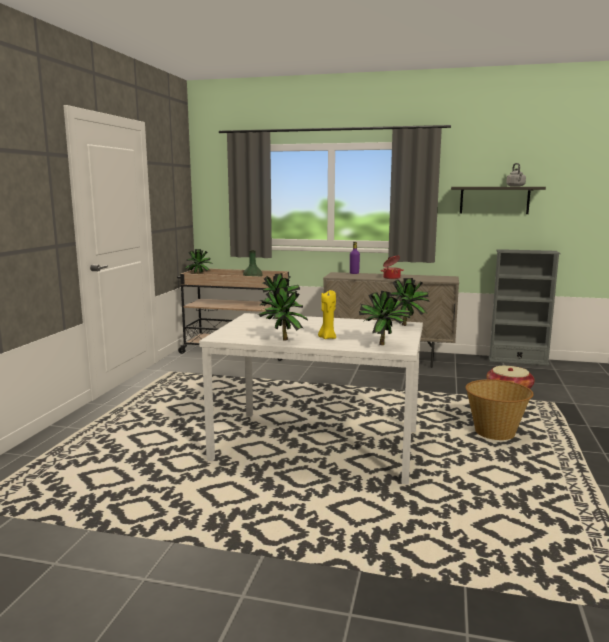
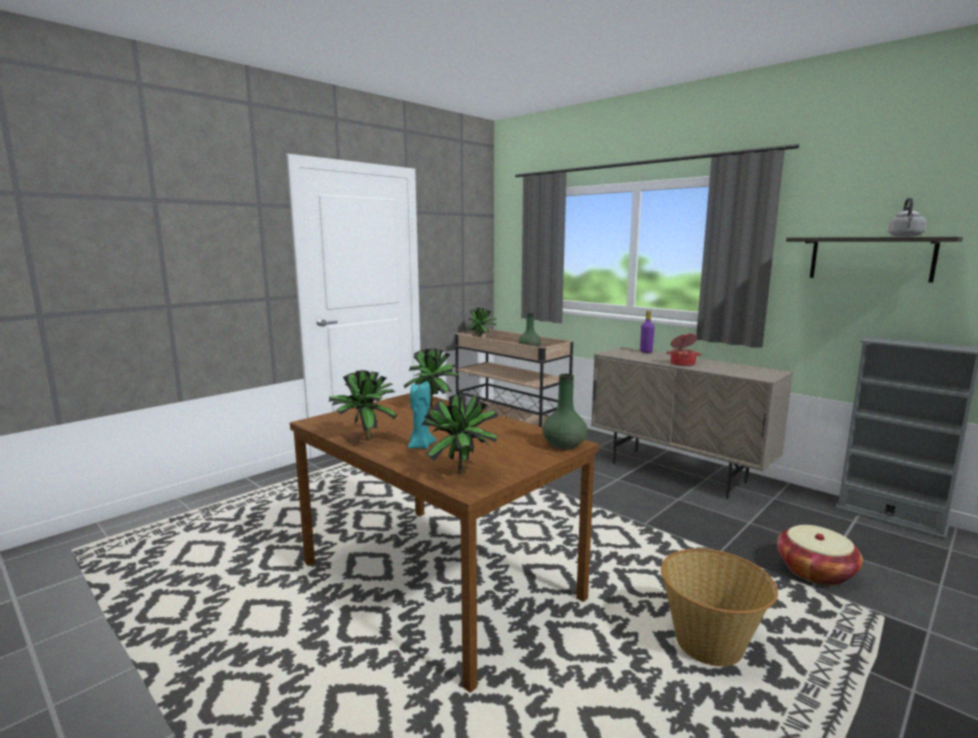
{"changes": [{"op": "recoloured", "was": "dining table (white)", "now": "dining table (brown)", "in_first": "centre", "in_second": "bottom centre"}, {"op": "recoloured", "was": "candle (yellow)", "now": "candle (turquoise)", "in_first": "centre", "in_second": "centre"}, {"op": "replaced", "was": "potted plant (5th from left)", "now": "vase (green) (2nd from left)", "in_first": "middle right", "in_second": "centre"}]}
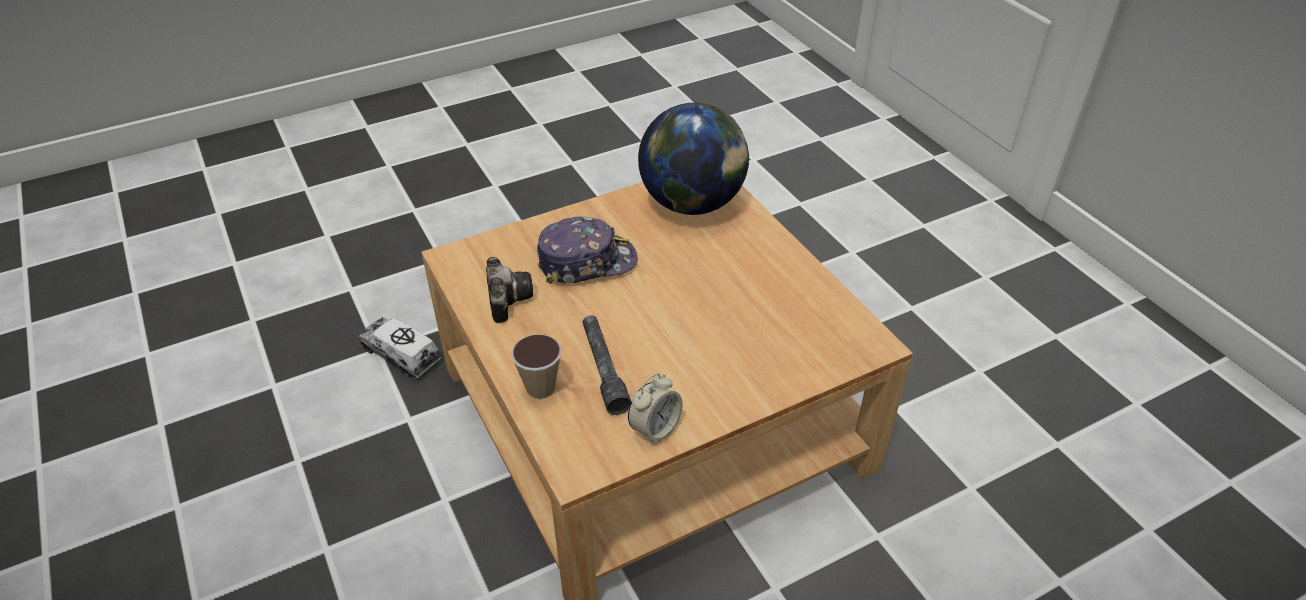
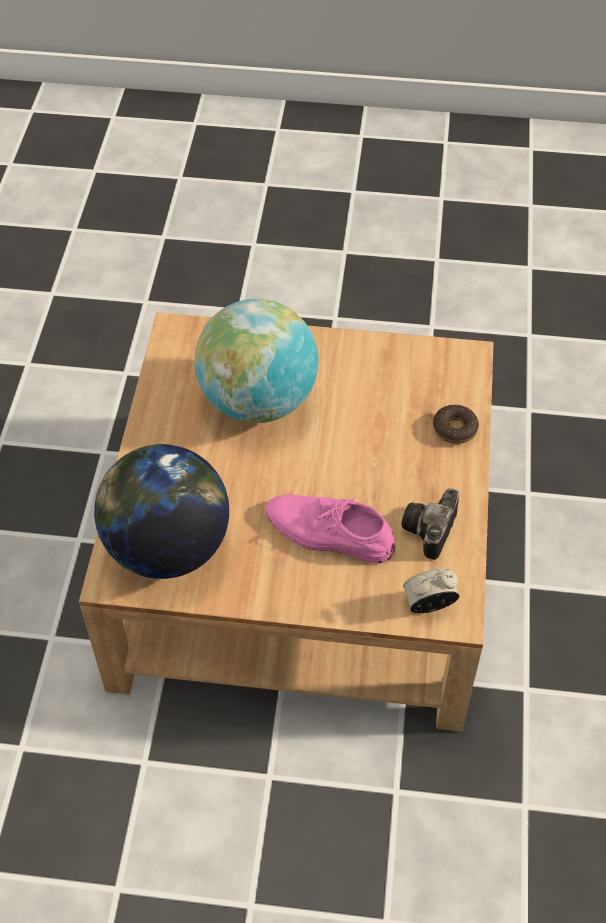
{"changes": [{"op": "removed", "was": "toy truck", "in_first": "middle left"}, {"op": "replaced", "was": "cup", "now": "donut", "in_first": "centre", "in_second": "middle right"}, {"op": "replaced", "was": "cap", "now": "shoe (pink)", "in_first": "centre", "in_second": "centre"}, {"op": "removed", "was": "flashlight (grey)", "in_first": "centre"}, {"op": "moved", "was": "alarm clock", "in_first": "bottom centre", "in_second": "middle right"}, {"op": "added", "now": "globe (2nd from left)", "in_second": "centre"}]}
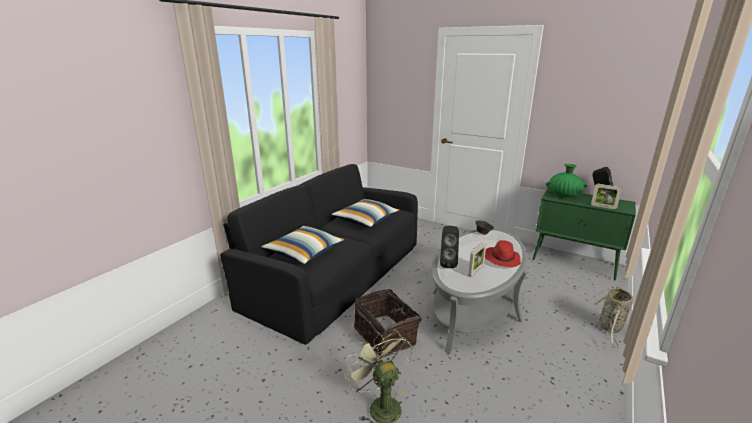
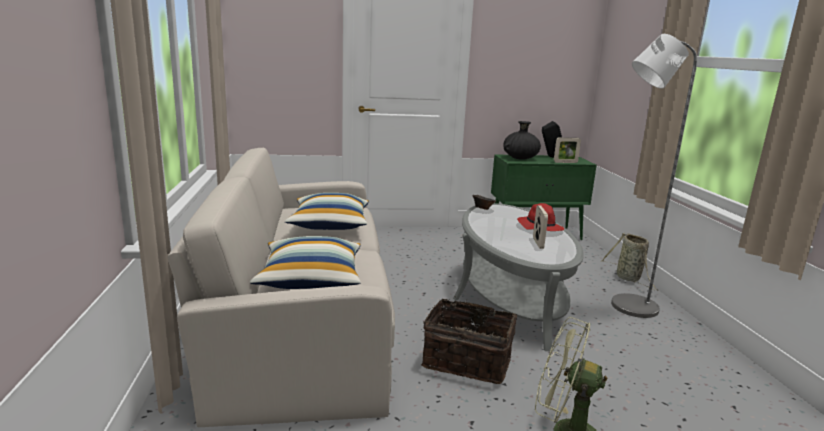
{"changes": [{"op": "recoloured", "was": "sofa (black)", "now": "sofa (beige)", "in_first": "centre", "in_second": "centre"}, {"op": "removed", "was": "speaker (black) (1st from left)", "in_first": "centre"}, {"op": "recoloured", "was": "vase (green)", "now": "vase (black)", "in_first": "middle right", "in_second": "top centre"}, {"op": "added", "now": "floor lamp (grey)", "in_second": "middle right"}]}
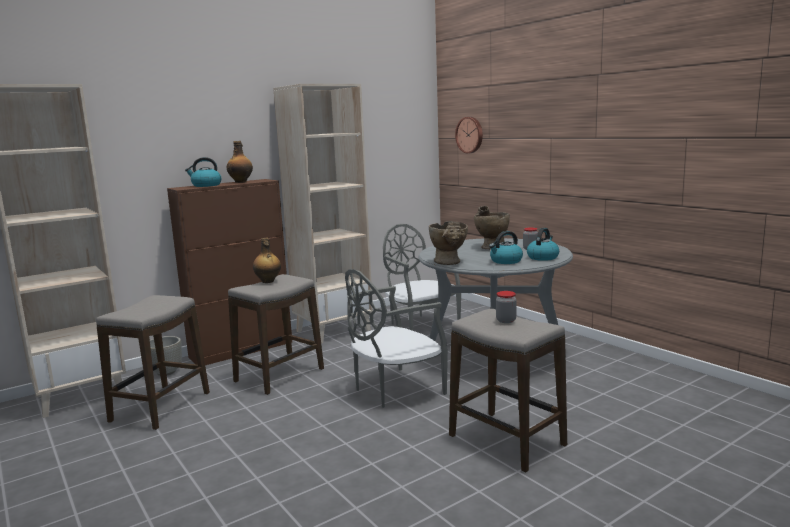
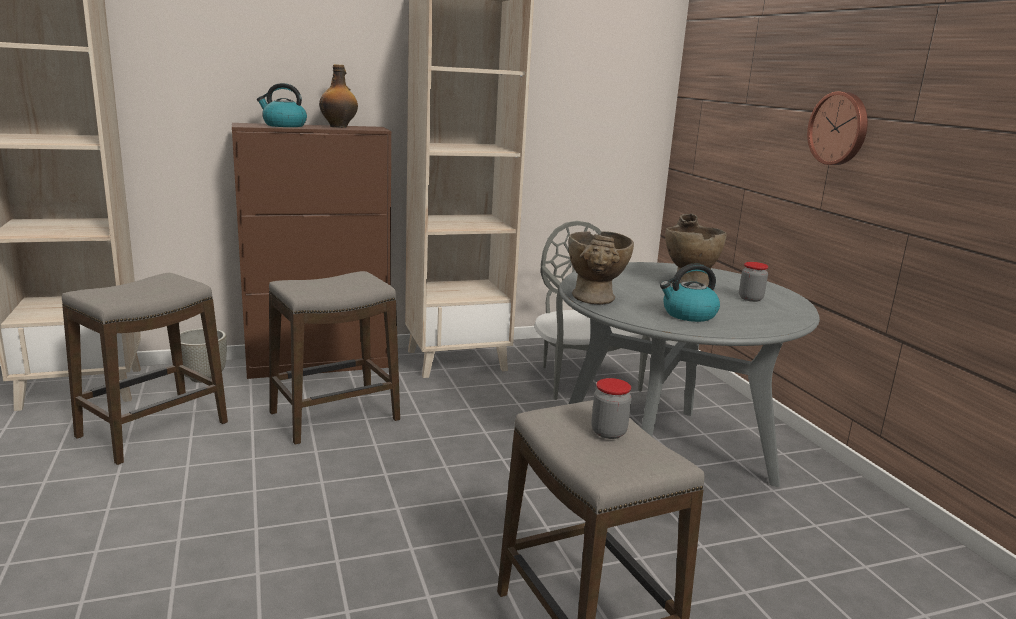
{"changes": [{"op": "removed", "was": "bottle (2nd from left)", "in_first": "centre"}, {"op": "removed", "was": "chair (grey) (1st from left)", "in_first": "centre"}, {"op": "moved", "was": "wall clock", "in_first": "top centre", "in_second": "top right"}, {"op": "removed", "was": "kettle (3rd from left)", "in_first": "middle right"}]}
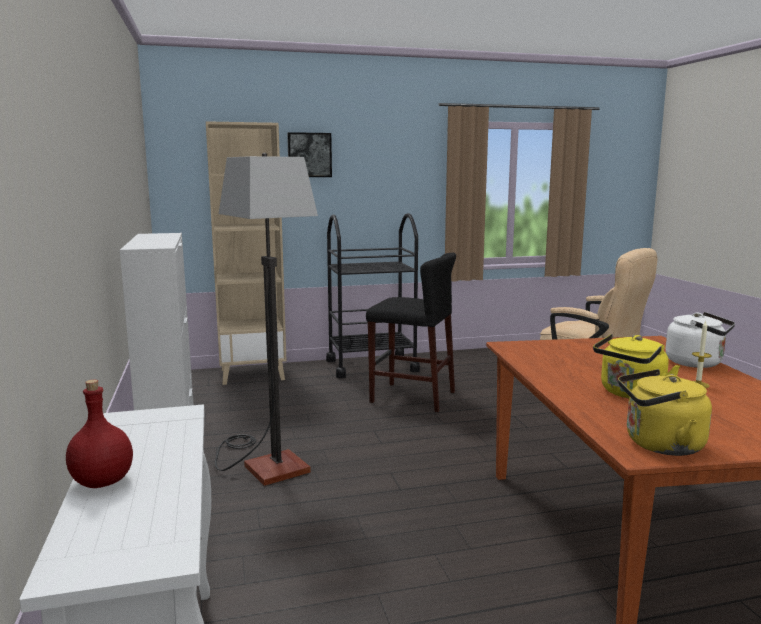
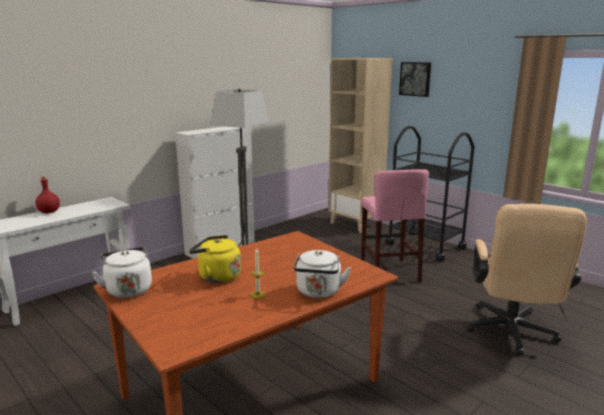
{"changes": [{"op": "recoloured", "was": "stool (black)", "now": "stool (pink)", "in_first": "centre", "in_second": "centre"}, {"op": "recoloured", "was": "kettle (yellow) (2nd from left)", "now": "kettle (white) (1st from left)", "in_first": "middle right", "in_second": "middle left"}]}
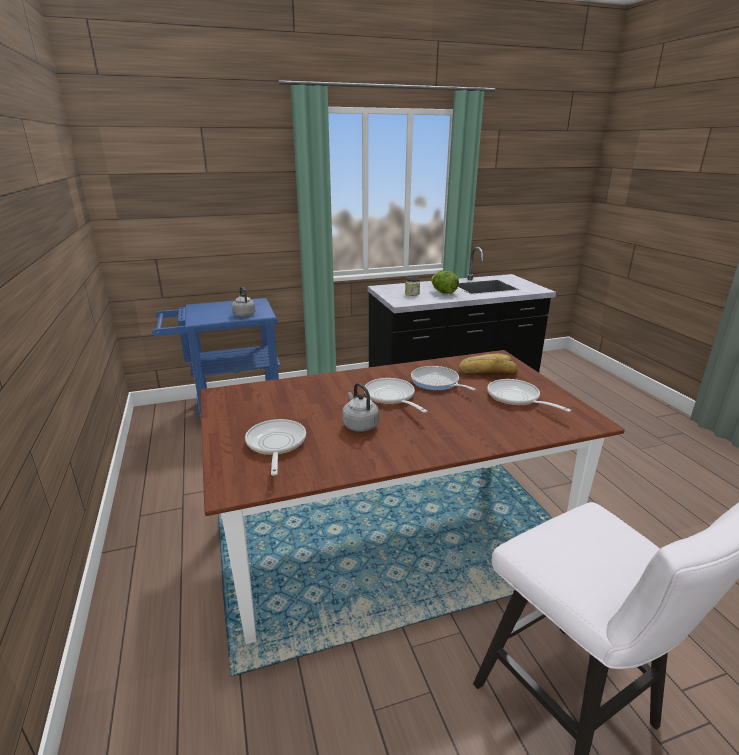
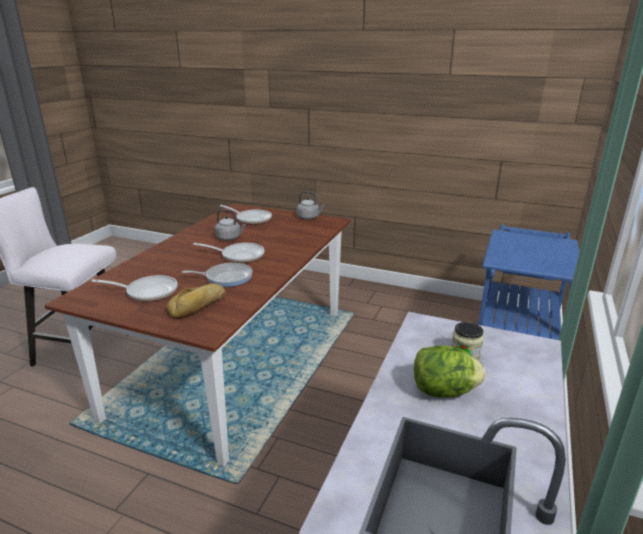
{"changes": [{"op": "moved", "was": "kettle (grey) (1st from left in the first image)", "now": "kettle (grey) (2nd from left)", "in_first": "middle left", "in_second": "centre"}]}
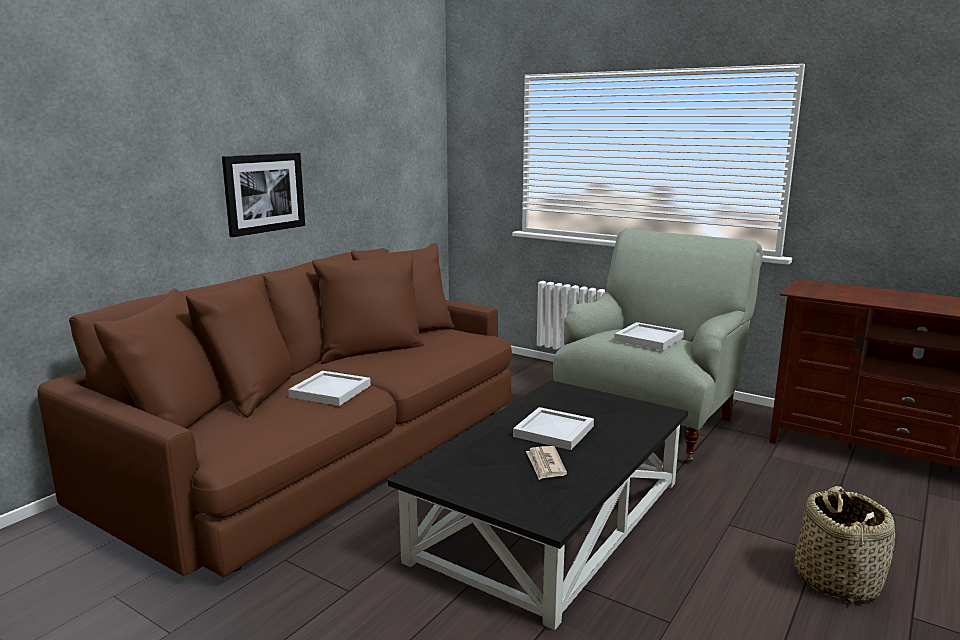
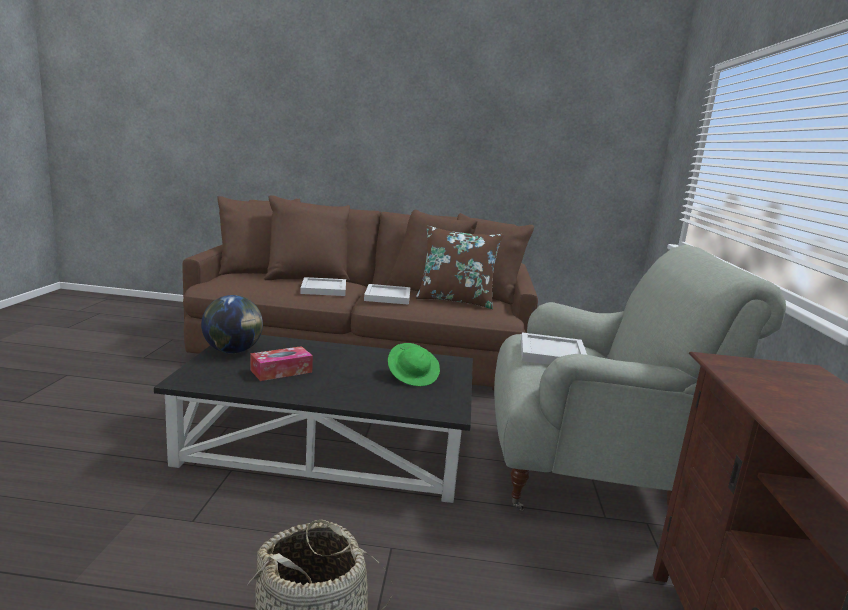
{"changes": [{"op": "removed", "was": "picture", "in_first": "top left"}, {"op": "moved", "was": "tray (white) (2nd from left)", "in_first": "bottom centre", "in_second": "centre"}, {"op": "replaced", "was": "newspaper", "now": "tissue box", "in_first": "bottom centre", "in_second": "middle left"}, {"op": "added", "now": "globe", "in_second": "middle left"}, {"op": "added", "now": "hat (green)", "in_second": "centre"}, {"op": "added", "now": "pillow (brown)", "in_second": "centre"}]}
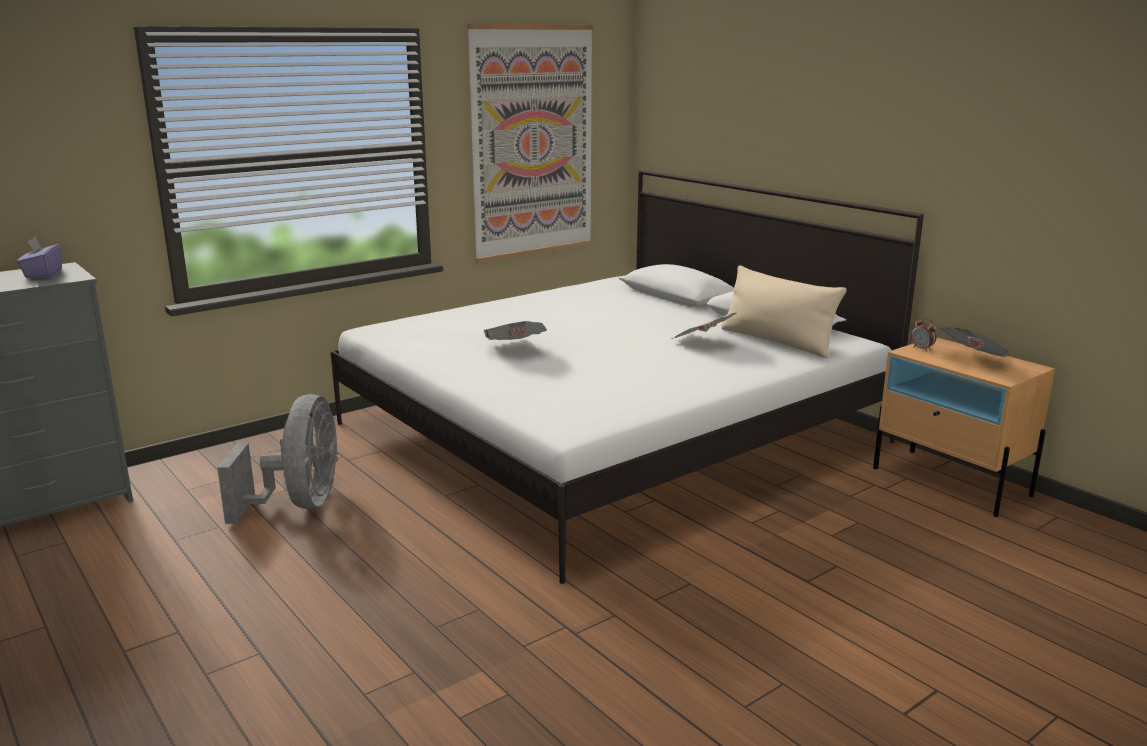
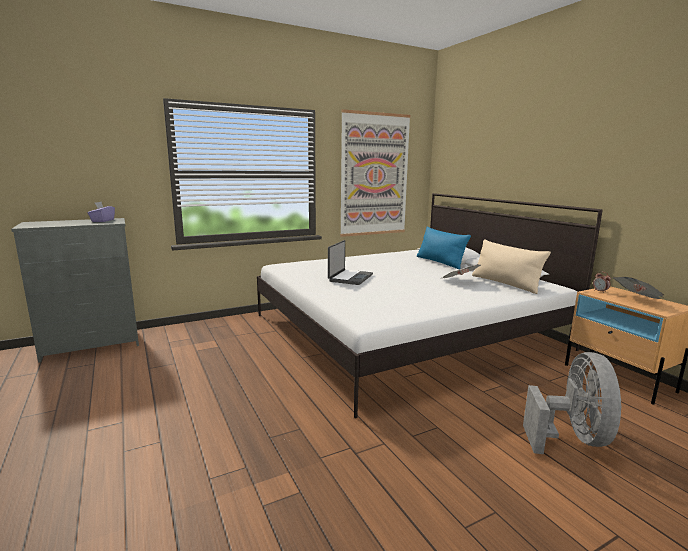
{"changes": [{"op": "moved", "was": "fan (grey)", "in_first": "middle left", "in_second": "bottom right"}, {"op": "replaced", "was": "newspaper (1st from left)", "now": "laptop", "in_first": "centre", "in_second": "centre"}, {"op": "added", "now": "pillow (blue)", "in_second": "centre"}]}
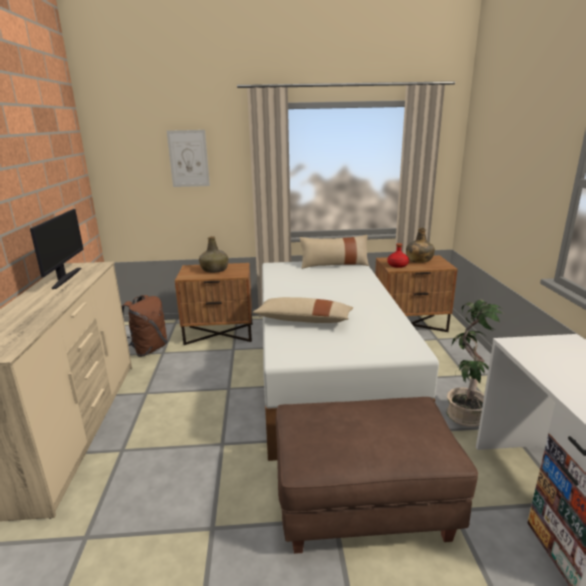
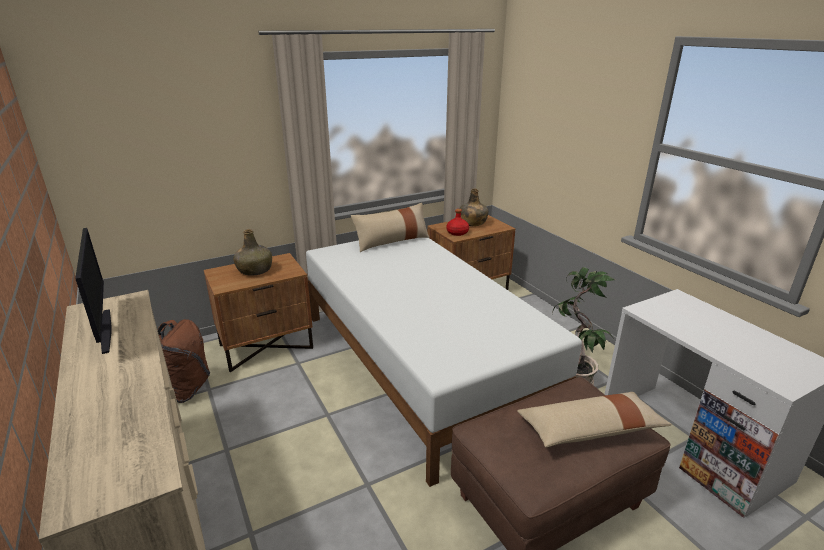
{"changes": [{"op": "removed", "was": "picture", "in_first": "top left"}, {"op": "moved", "was": "pillow (beige) (1st from left in the first image)", "now": "pillow (beige) (2nd from left)", "in_first": "centre", "in_second": "bottom right"}]}
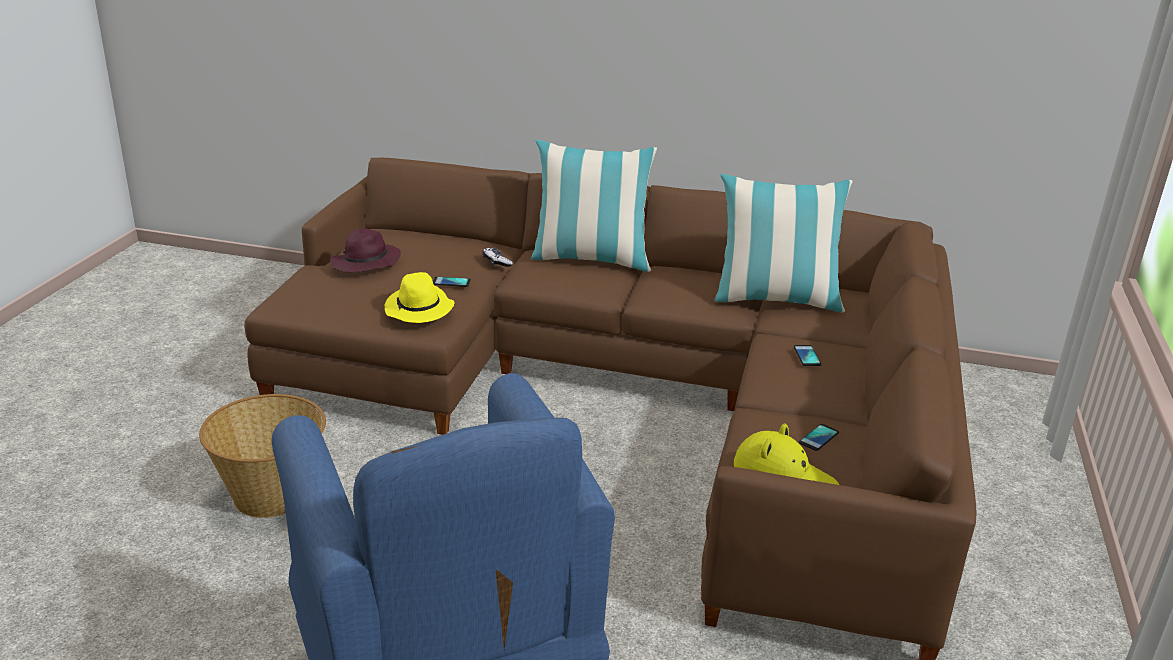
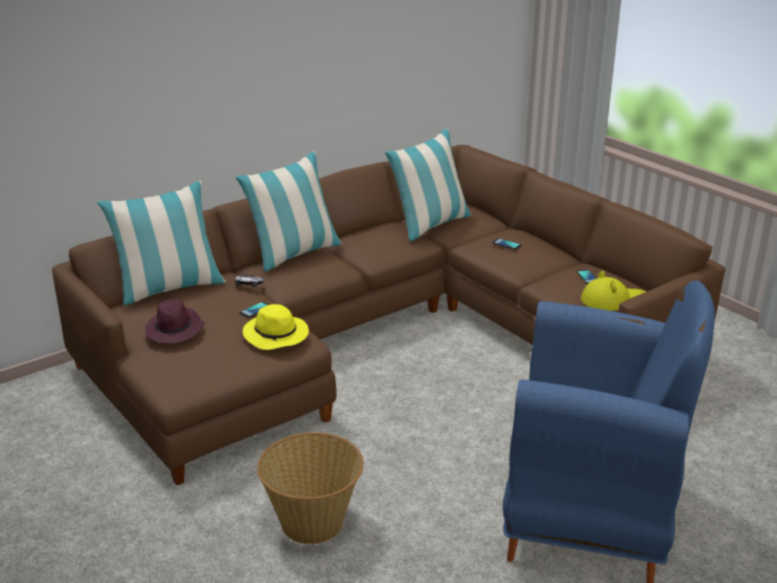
{"changes": [{"op": "added", "now": "pillow (1st from left)", "in_second": "middle left"}]}
